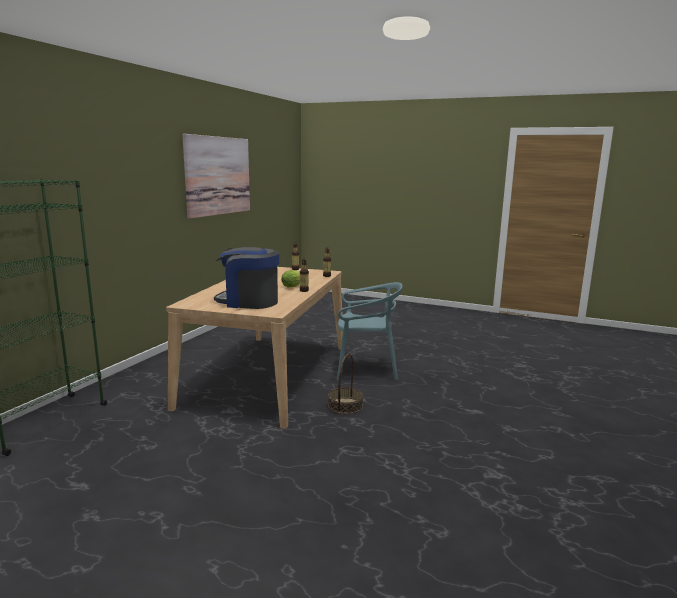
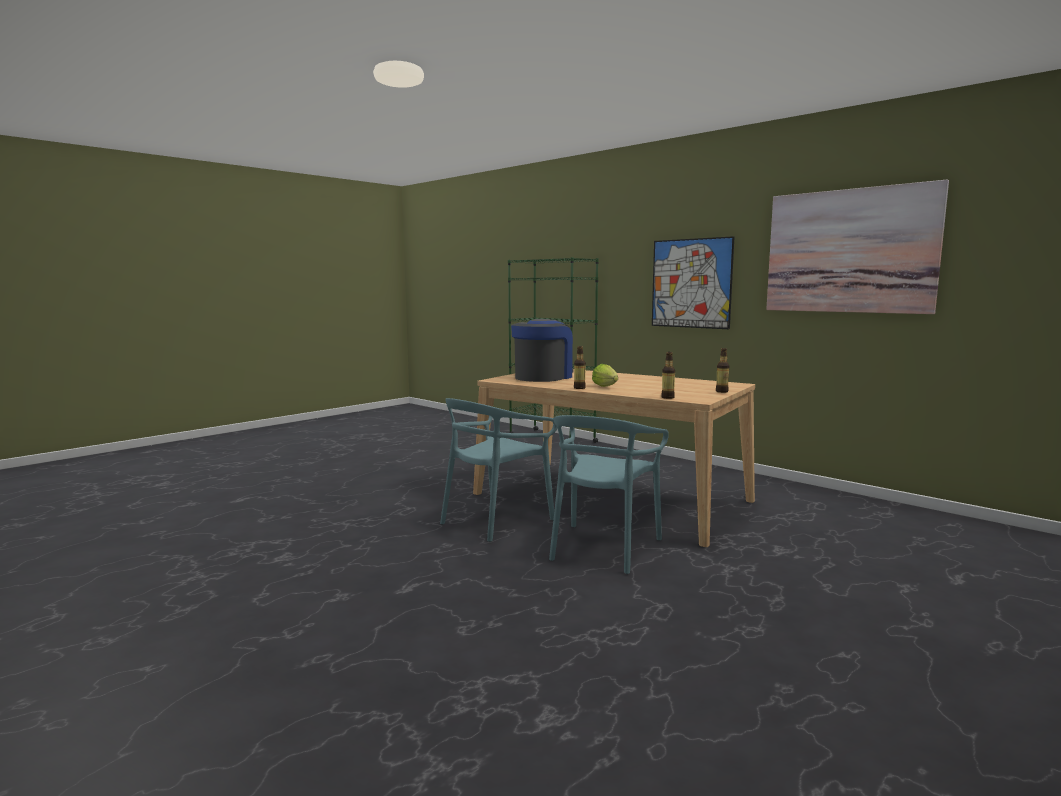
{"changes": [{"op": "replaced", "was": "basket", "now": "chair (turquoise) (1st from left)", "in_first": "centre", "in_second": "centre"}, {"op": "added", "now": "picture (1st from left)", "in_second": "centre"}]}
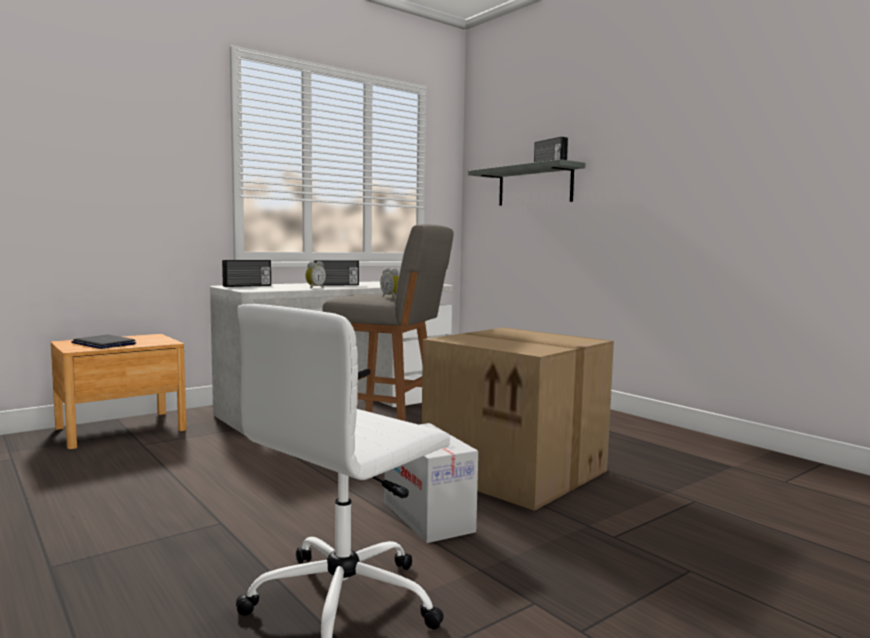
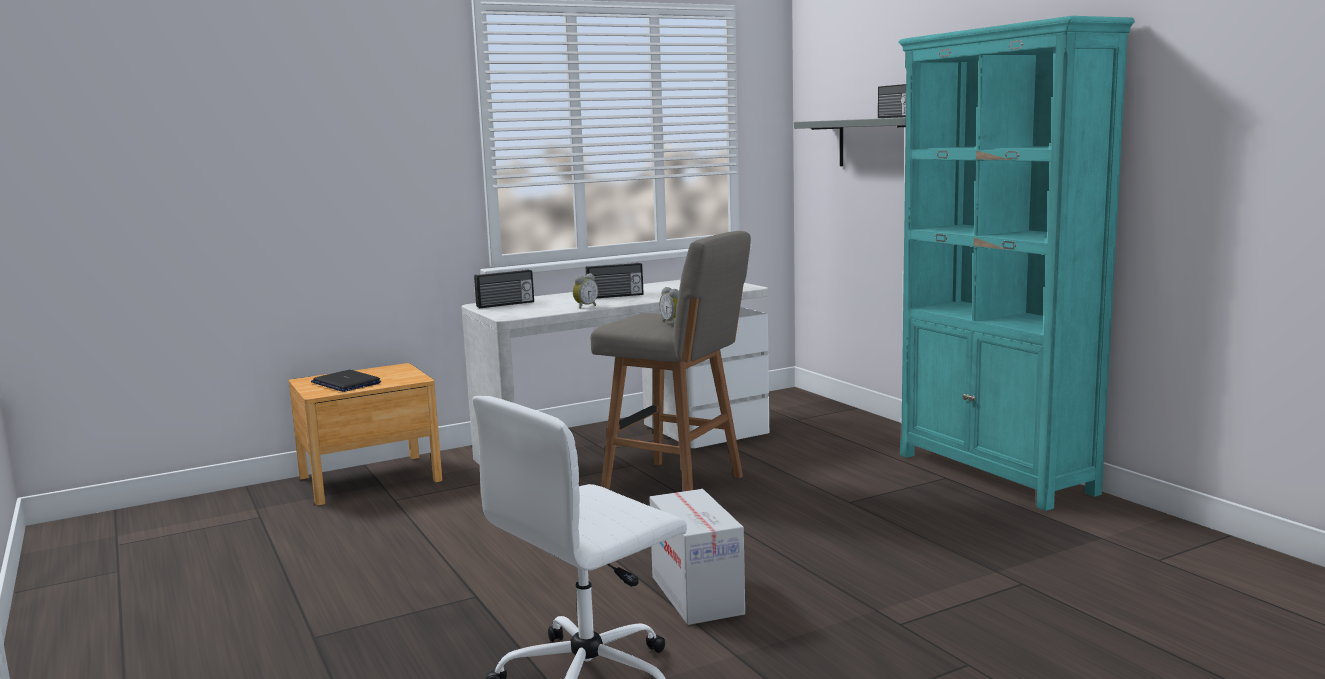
{"changes": [{"op": "removed", "was": "cardboard box (2nd from left)", "in_first": "centre"}, {"op": "added", "now": "bookcase (turquoise)", "in_second": "middle right"}]}
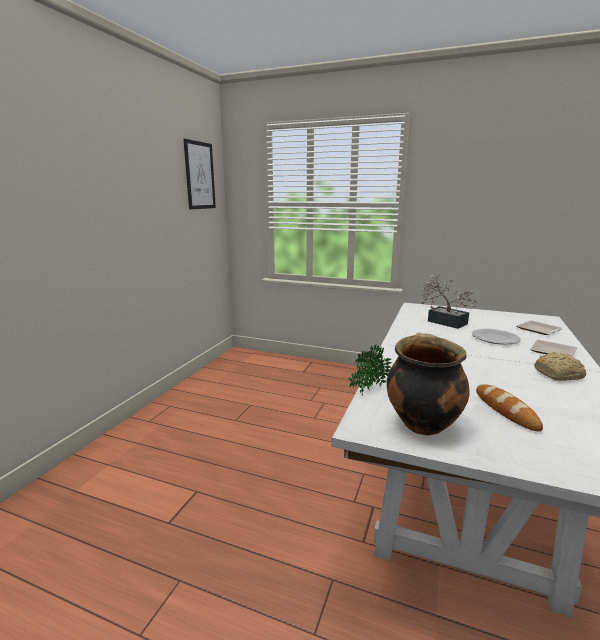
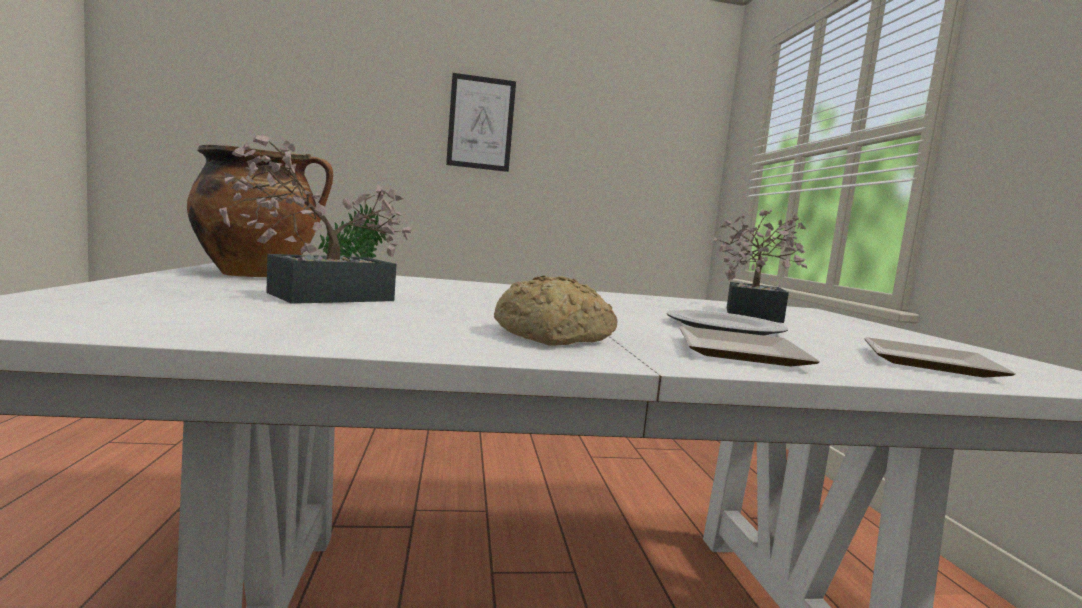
{"changes": [{"op": "moved", "was": "picture", "in_first": "top left", "in_second": "top centre"}, {"op": "replaced", "was": "bread (1st from left)", "now": "potted plant (1st from left)", "in_first": "middle right", "in_second": "middle left"}]}
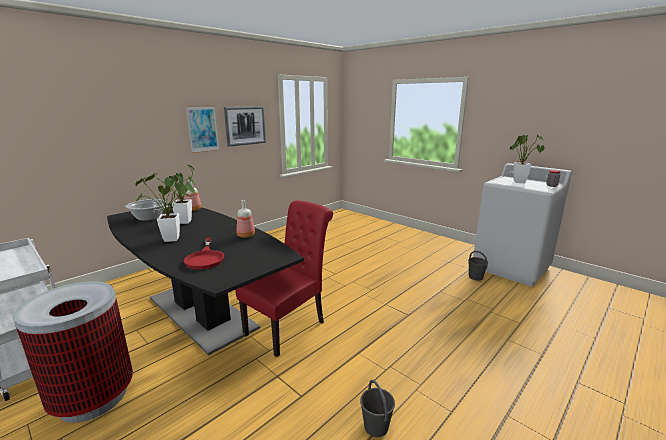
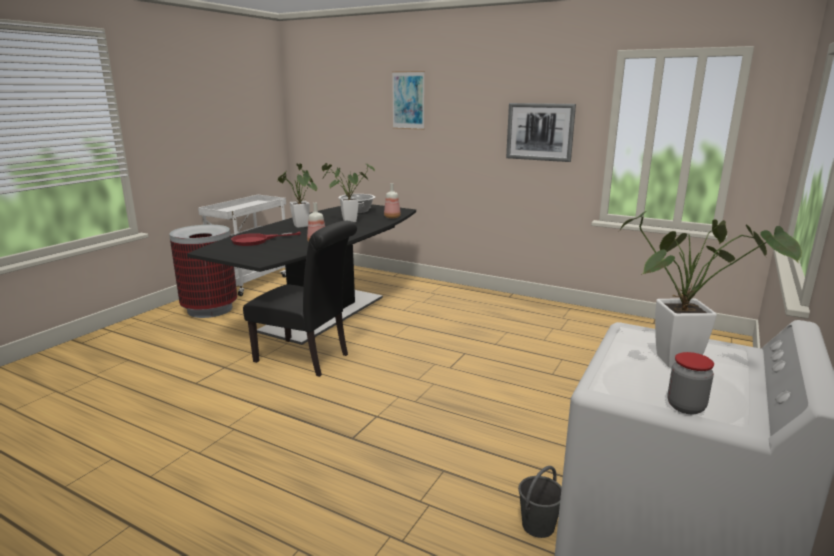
{"changes": [{"op": "moved", "was": "picture (1st from left)", "in_first": "top left", "in_second": "top centre"}, {"op": "recoloured", "was": "chair (red)", "now": "chair (black)", "in_first": "centre", "in_second": "centre"}, {"op": "removed", "was": "bucket (grey) (1st from left)", "in_first": "bottom centre"}]}
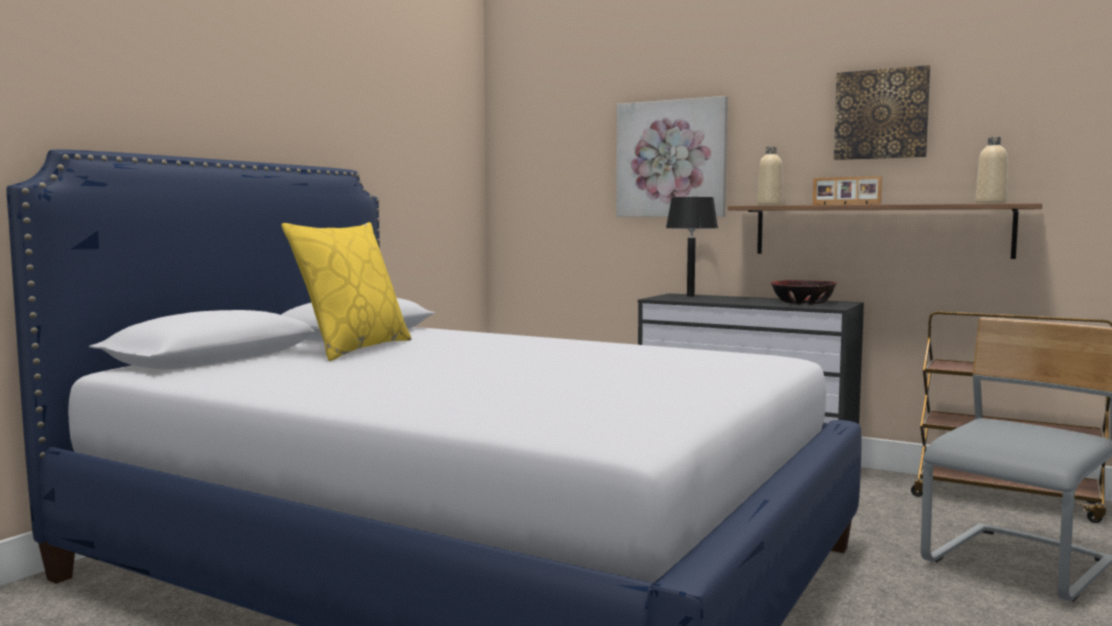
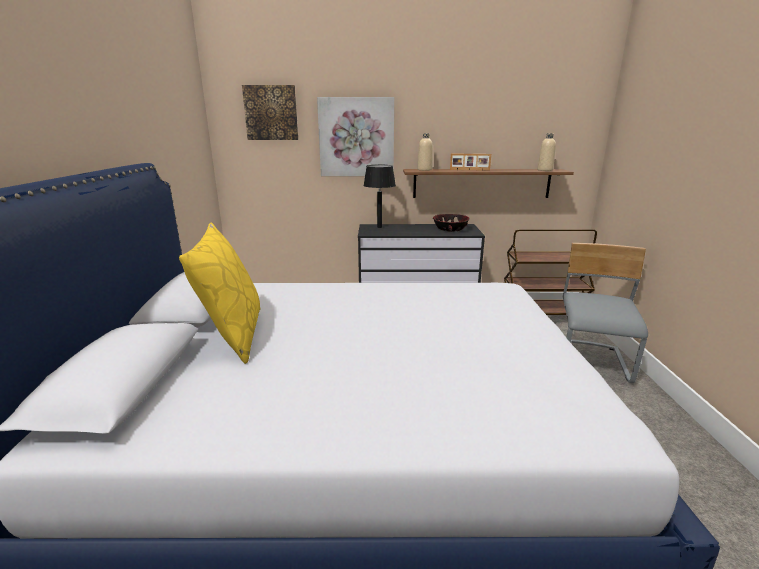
{"changes": [{"op": "moved", "was": "picture (2nd from left in the first image)", "now": "picture (1st from left)", "in_first": "top right", "in_second": "top centre"}]}
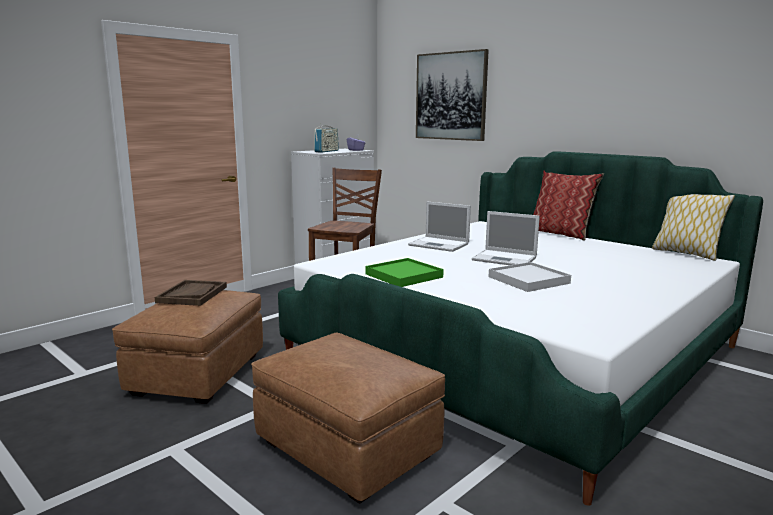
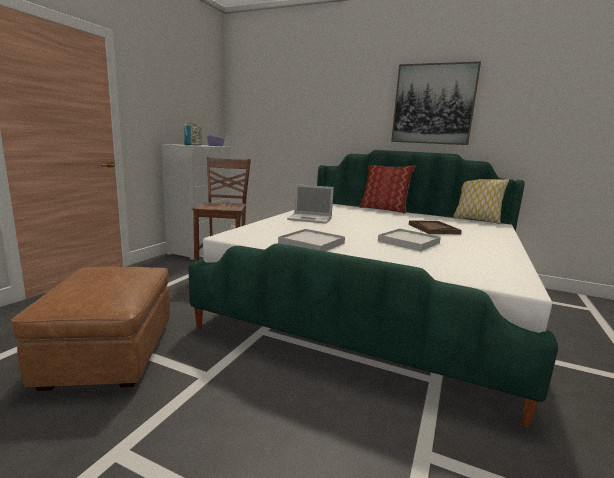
{"changes": [{"op": "moved", "was": "tray (brown)", "in_first": "middle left", "in_second": "middle right"}, {"op": "removed", "was": "ottoman (brown) (2nd from left)", "in_first": "bottom centre"}, {"op": "recoloured", "was": "tray (green)", "now": "tray (white) (1st from left)", "in_first": "centre", "in_second": "centre"}, {"op": "moved", "was": "picture", "in_first": "top centre", "in_second": "top right"}, {"op": "removed", "was": "laptop (2nd from left)", "in_first": "centre"}]}
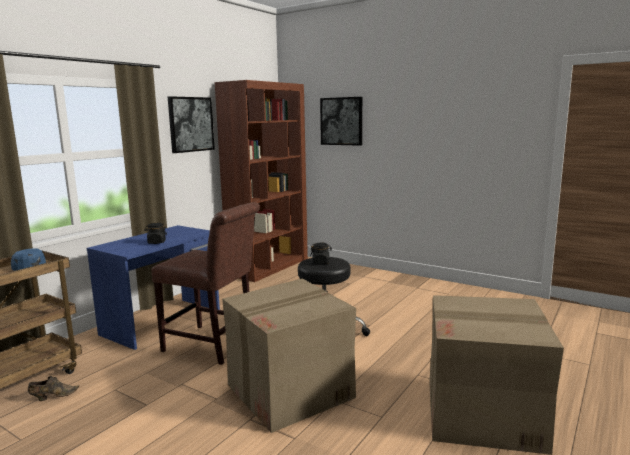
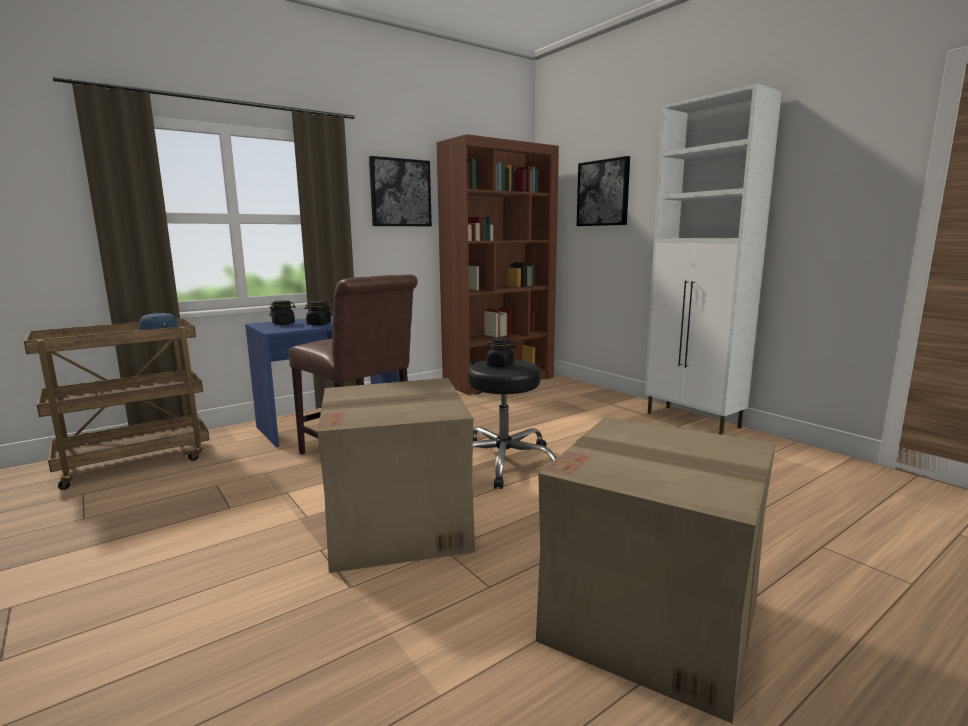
{"changes": [{"op": "removed", "was": "shoe (brown)", "in_first": "bottom left"}, {"op": "added", "now": "jar (black) (1st from left)", "in_second": "middle left"}, {"op": "added", "now": "cabinet (white)", "in_second": "middle right"}]}
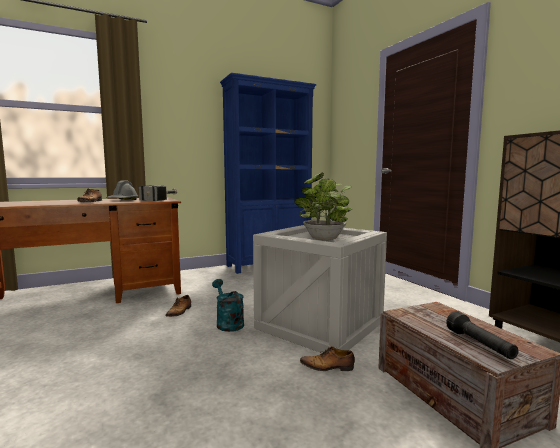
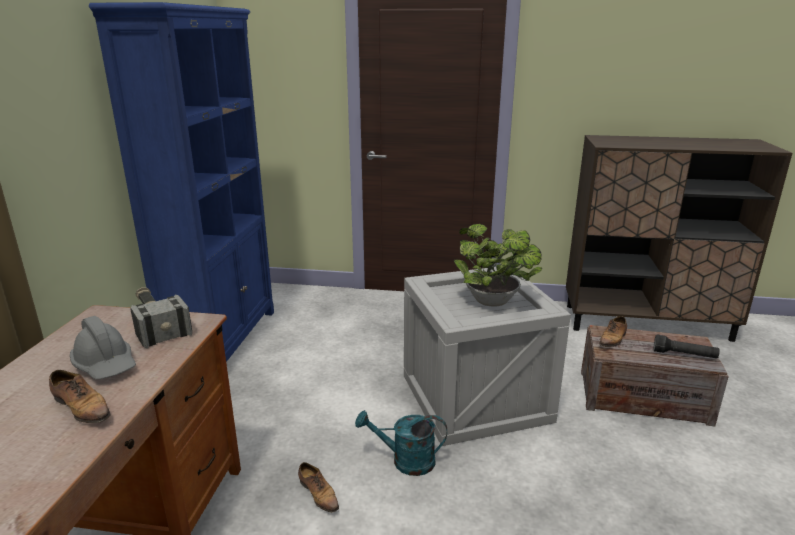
{"changes": [{"op": "moved", "was": "shoe (3rd from left)", "in_first": "bottom centre", "in_second": "middle right"}]}
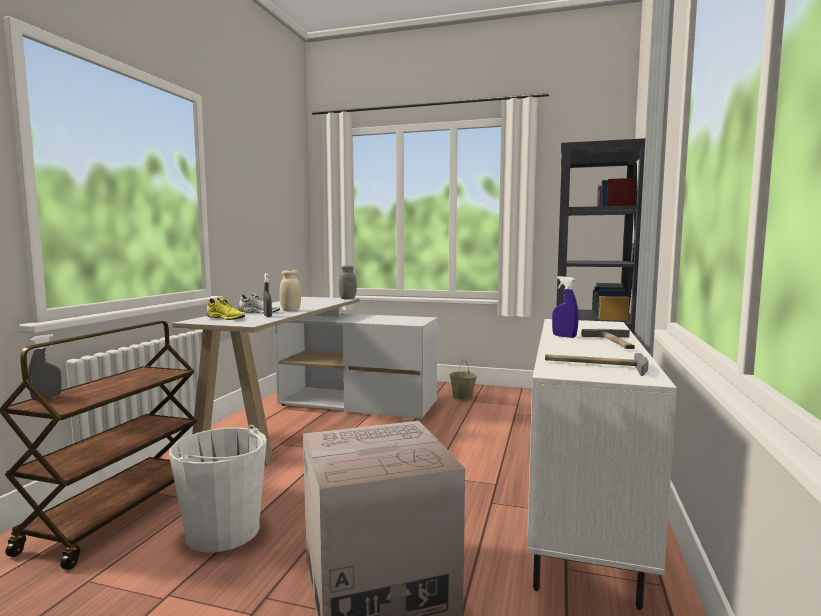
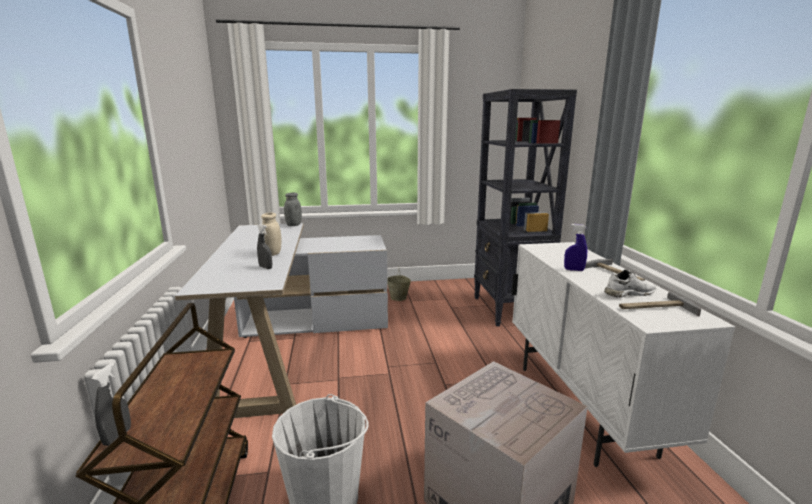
{"changes": [{"op": "removed", "was": "shoe (yellow)", "in_first": "middle left"}, {"op": "moved", "was": "shoe (white)", "in_first": "middle left", "in_second": "middle right"}]}
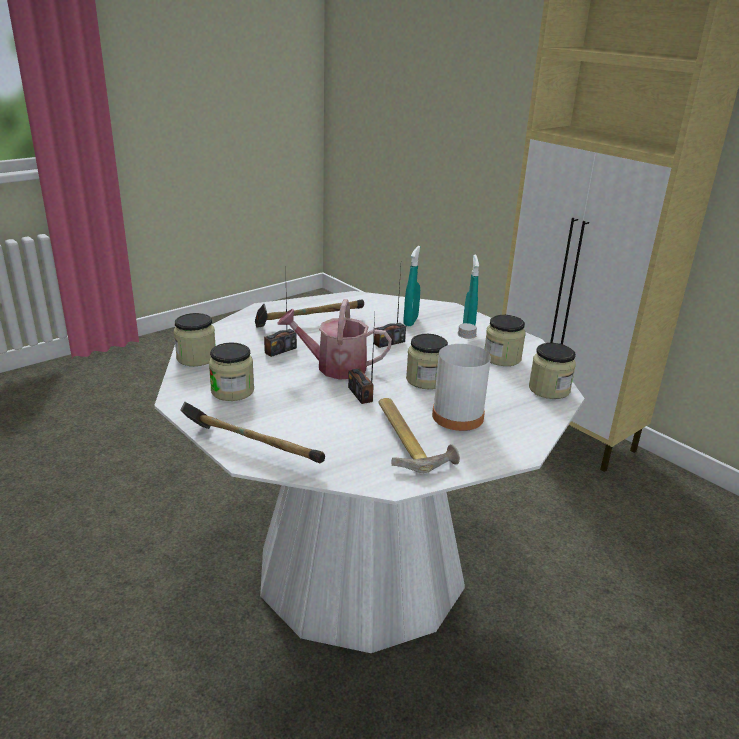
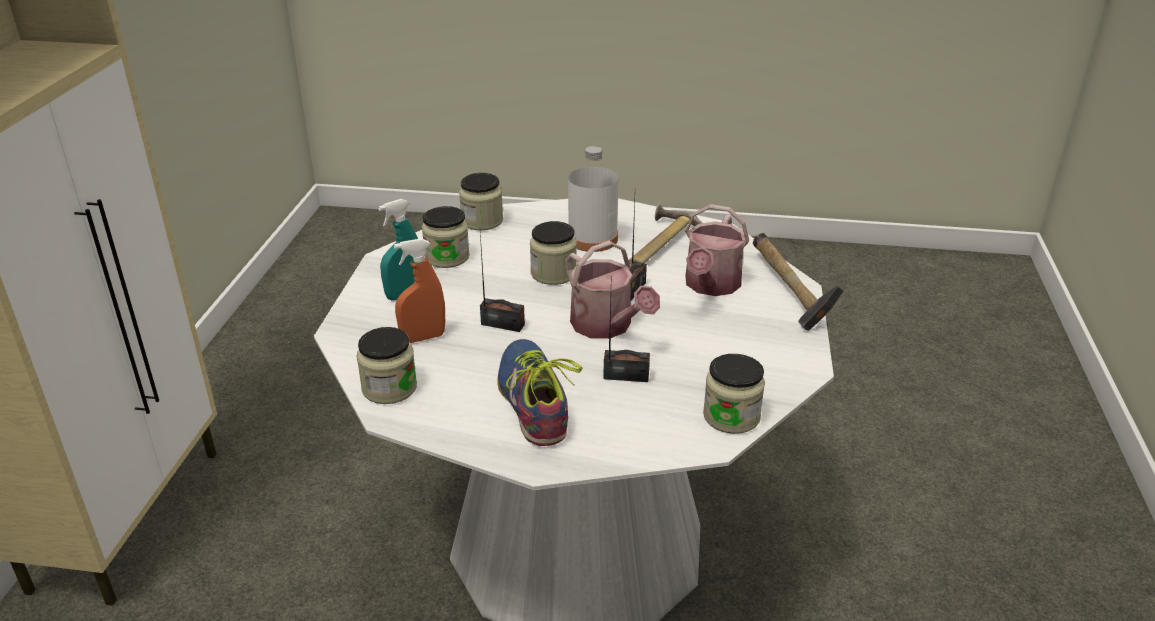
{"changes": [{"op": "moved", "was": "jar (2nd from left in the first image)", "now": "jar (1st from left)", "in_first": "middle left", "in_second": "centre"}, {"op": "replaced", "was": "hammer (2nd from left)", "now": "shoe", "in_first": "centre", "in_second": "centre"}, {"op": "recoloured", "was": "spray bottle (turquoise) (1st from left)", "now": "spray bottle (orange)", "in_first": "centre", "in_second": "centre"}, {"op": "added", "now": "watering can (2nd from left)", "in_second": "centre"}]}
